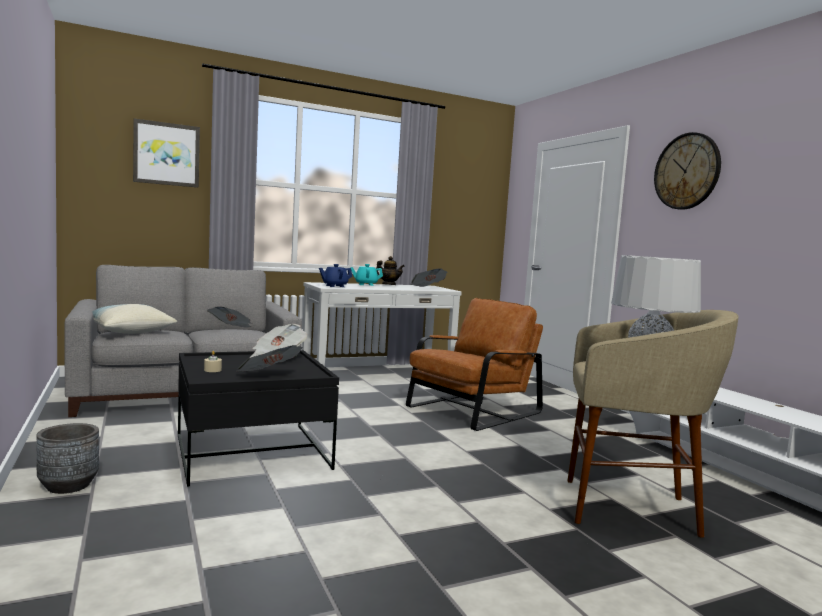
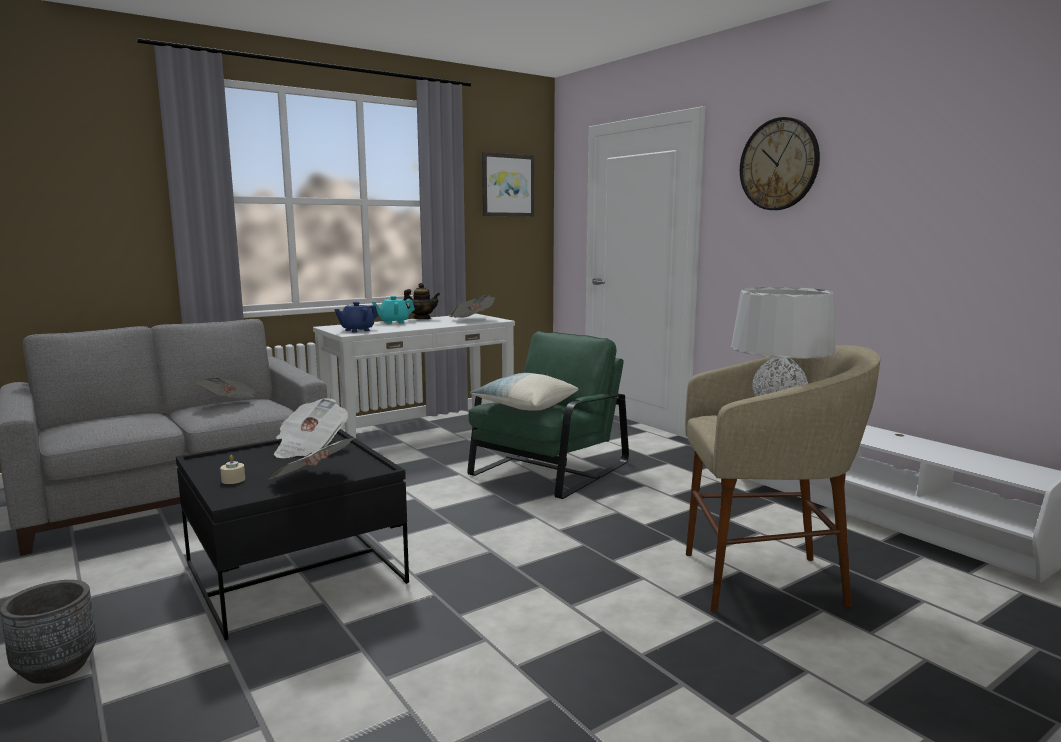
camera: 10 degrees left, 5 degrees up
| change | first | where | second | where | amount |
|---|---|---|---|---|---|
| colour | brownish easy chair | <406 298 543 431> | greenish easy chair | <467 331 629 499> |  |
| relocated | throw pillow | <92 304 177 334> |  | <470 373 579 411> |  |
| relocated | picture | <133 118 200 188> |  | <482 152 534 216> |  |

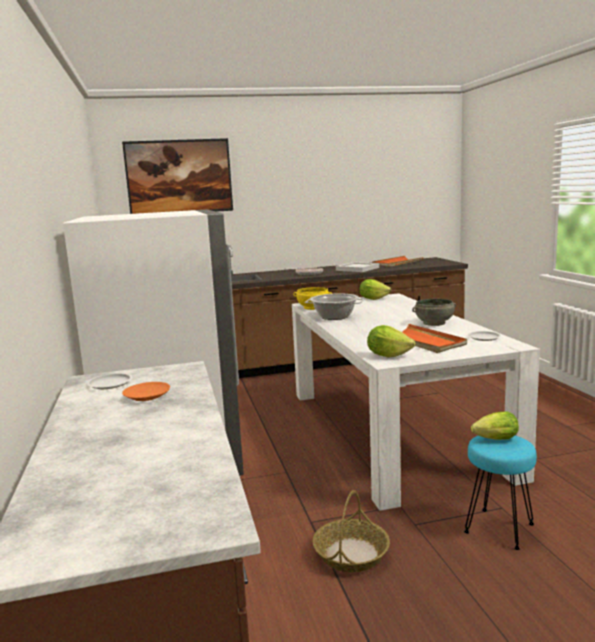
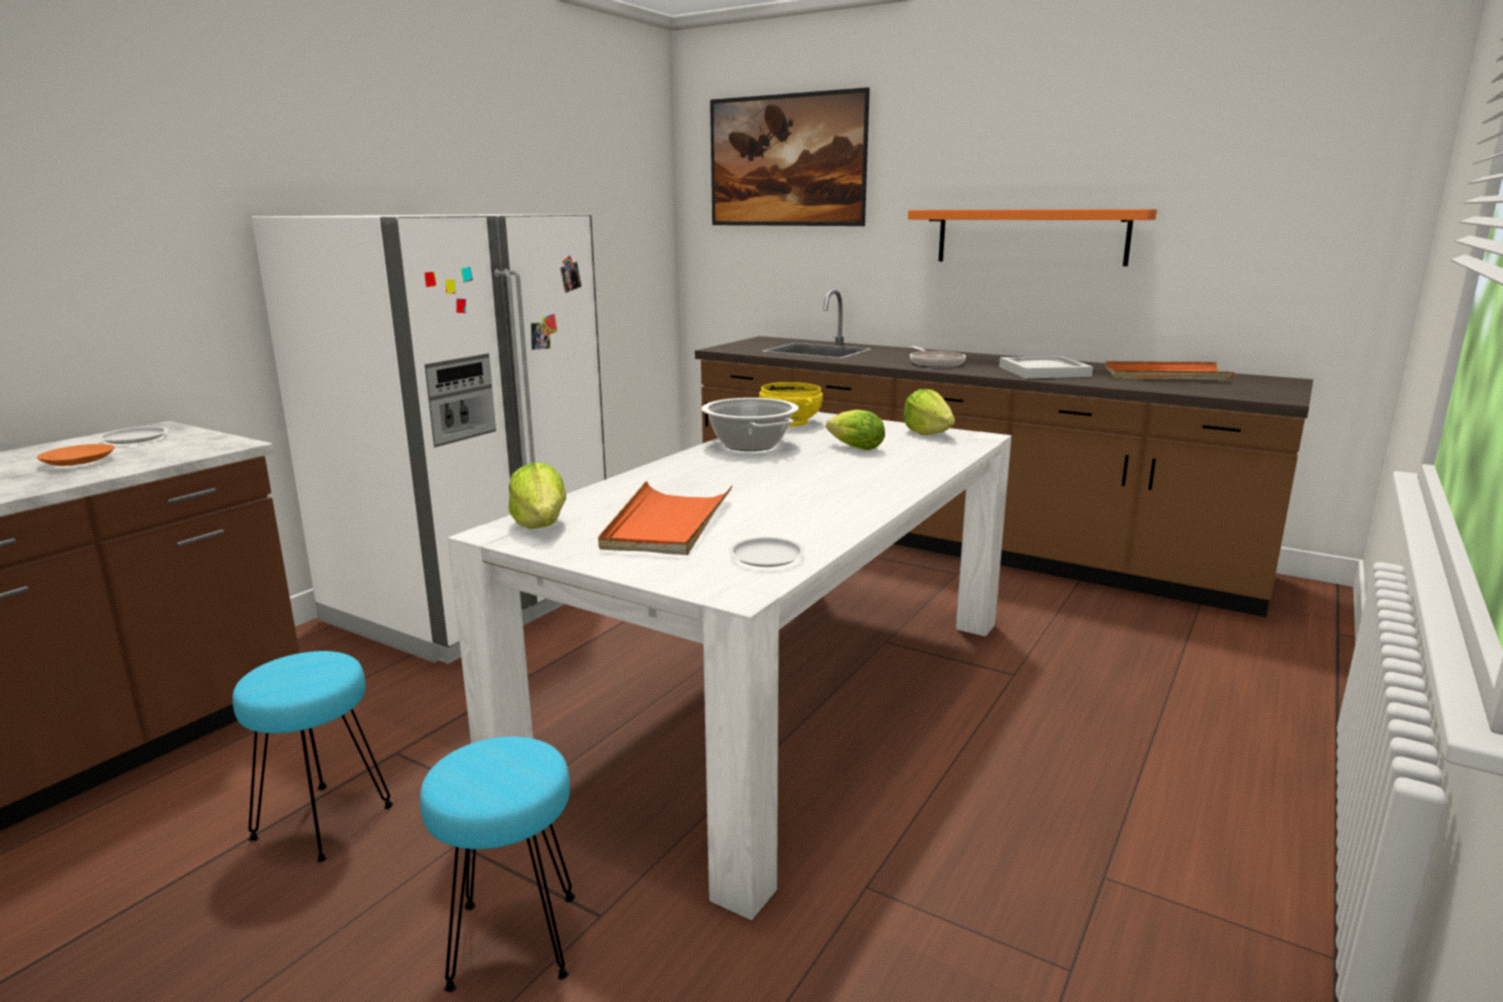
camera: 45 degrees right, 5 degrees up
| change | first | where | second | where | amount |
|---|---|---|---|---|---|
| exchanged | storage basket | <313 490 390 572> | blue-green stool | <232 651 393 862> |  |
| relocated | head of lettuce | <471 411 519 440> |  | <826 409 885 450> |  |
| appeared |  |  | orangey bracket shelf | <908 209 1157 266> |  |
| missing | gray serving bowl | <412 299 456 326> |  |  |  |

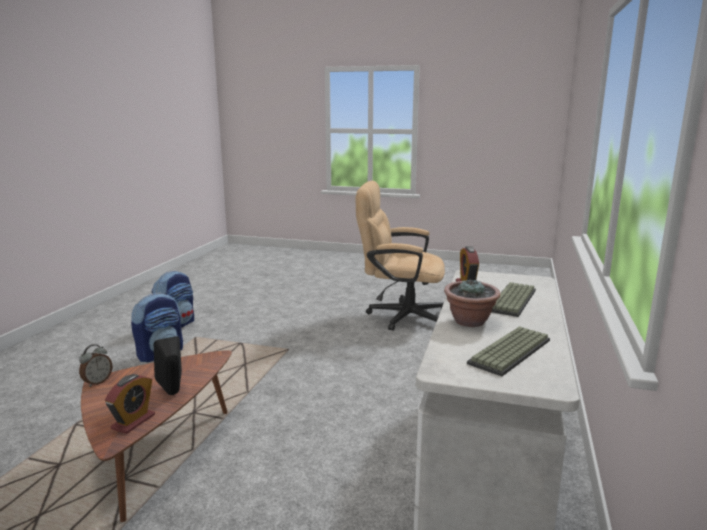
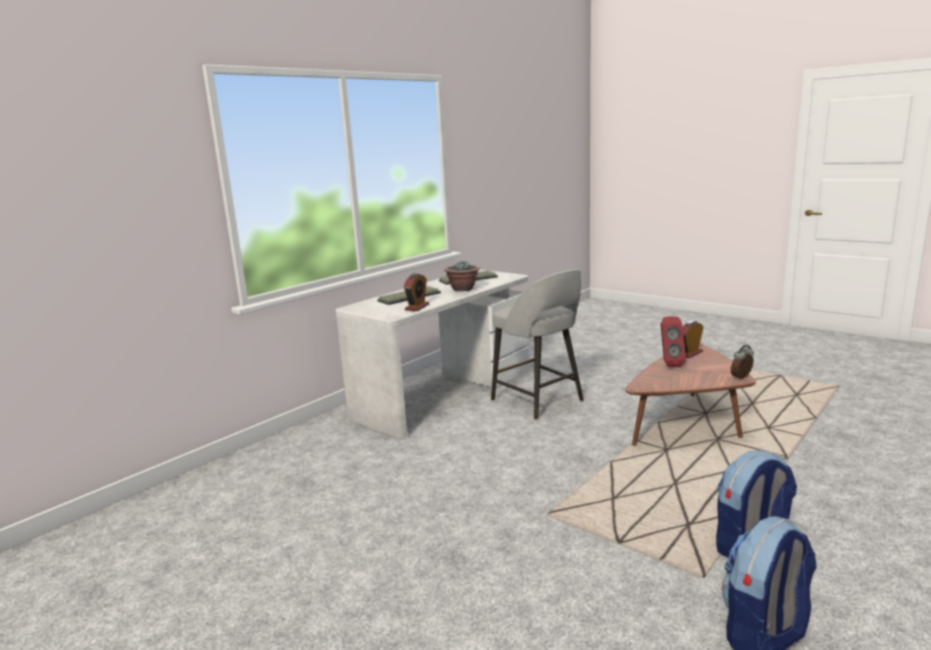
camera: 155 degrees left, 0 degrees up
| change | first | where | second | where | amount |
|---|---|---|---|---|---|
| appeared |  |  | gray stool | <491 269 584 420> |  |
| colour | blackish audio speaker | <154 336 182 395> | reddish audio speaker | <661 316 686 368> |  |
| missing | sand-coloured office chair | <356 181 445 331> |  |  |  |

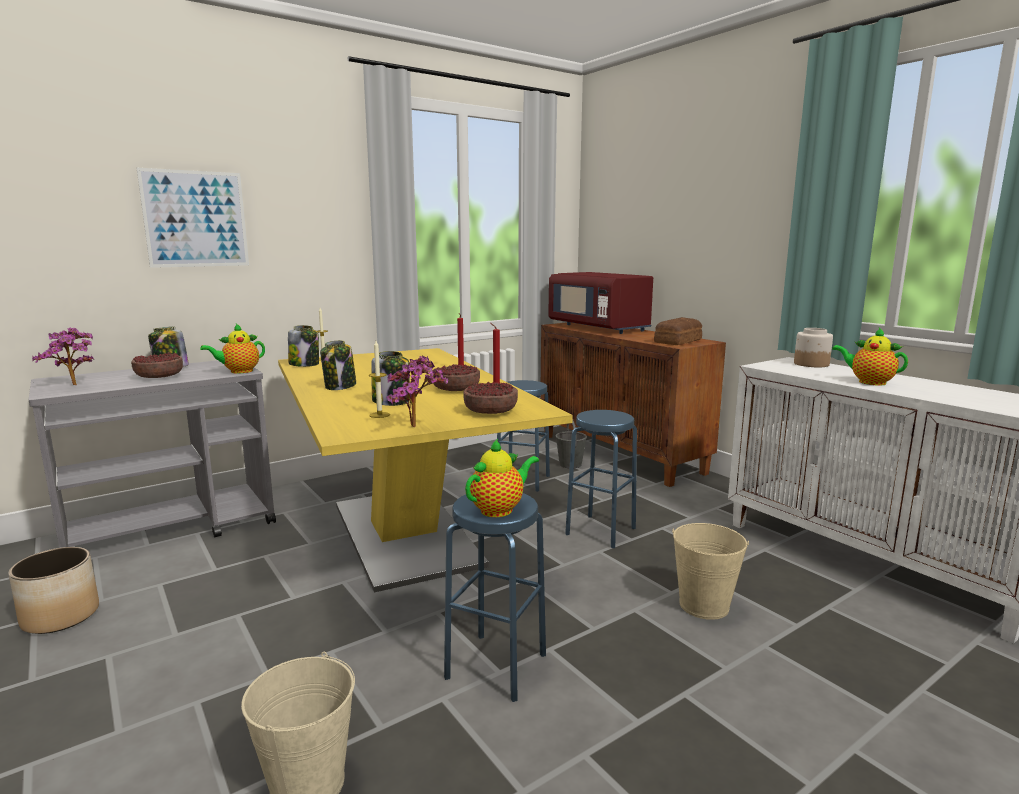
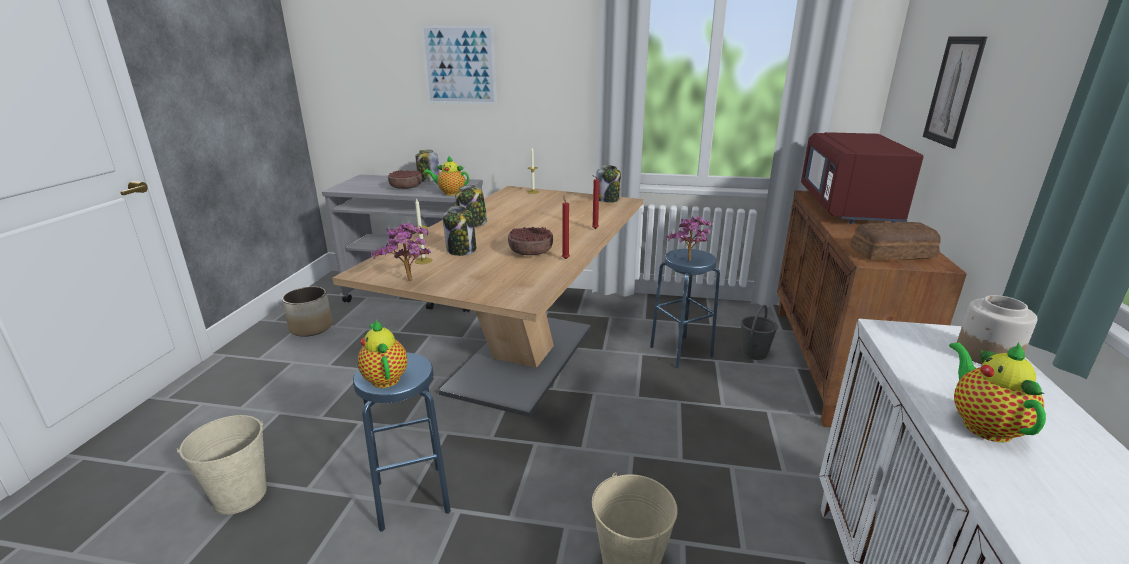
camera: 45 degrees right, 10 degrees up
| change | first | where | second | where | amount |
|---|---|---|---|---|---|
| colour | yellow-coloured kitchen table | <278 348 573 592> | brownish kitchen table | <333 186 643 417> |  |
| spun | pot for tea | <465 439 539 517> |  | <357 319 407 388> | 120 degrees counterclockwise |
| relocated | jar | <288 325 319 367> |  | <596 165 621 203> |  |
| relocated | houseplant | <32 328 95 385> |  | <666 216 712 261> |  |
| appeared |  |  | picture | <923 36 987 149> |  |
| missing | serving bowl | <463 382 518 414> |  |  |  |
| missing | blue stool | <565 410 637 548> |  |  |  |

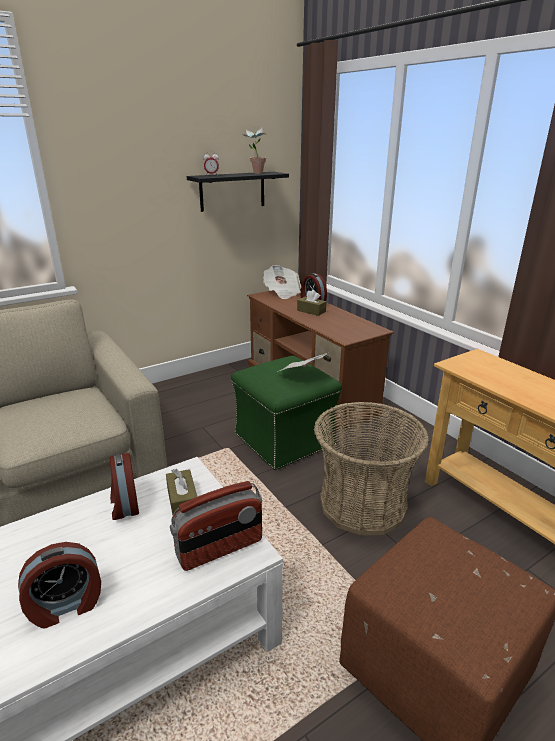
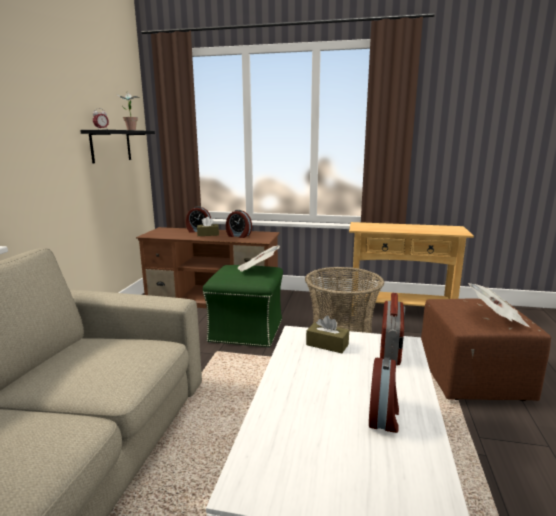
camera: 45 degrees left, 10 degrees down
| change | first | where | second | where | amount |
|---|---|---|---|---|---|
| relocated | alarm clock | <110 453 139 520> |  | <226 210 252 238> |  |
| relocated | printed paper | <263 265 301 299> |  | <468 283 530 327> |  |

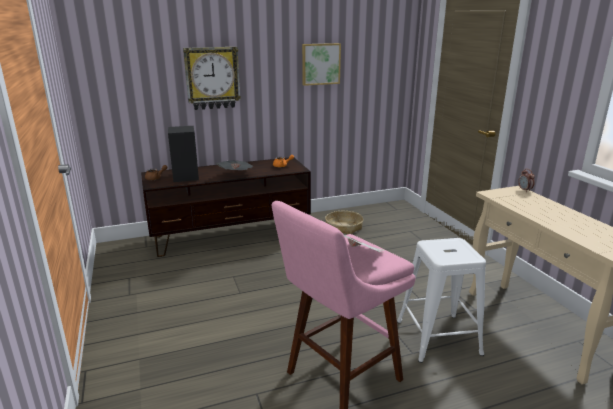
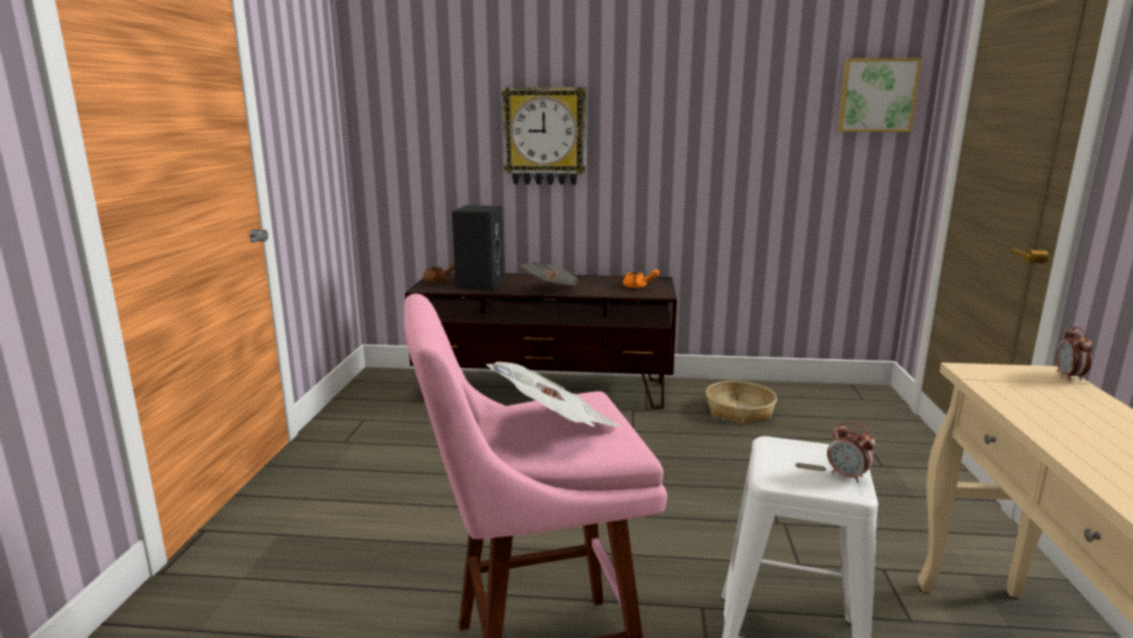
camera: 25 degrees right, 5 degrees down
| change | first | where | second | where | amount |
|---|---|---|---|---|---|
| appeared |  |  | alarm clock | <827 422 875 483> |  |
| relocated | picture | <302 43 341 86> |  | <837 58 922 132> |  |

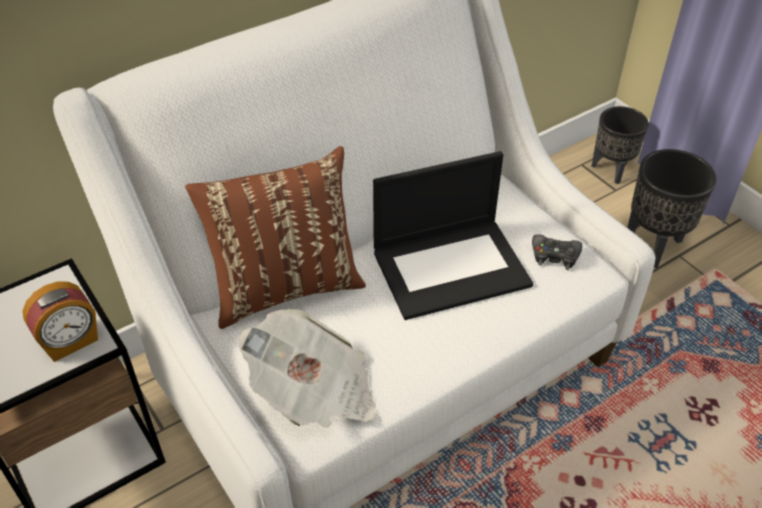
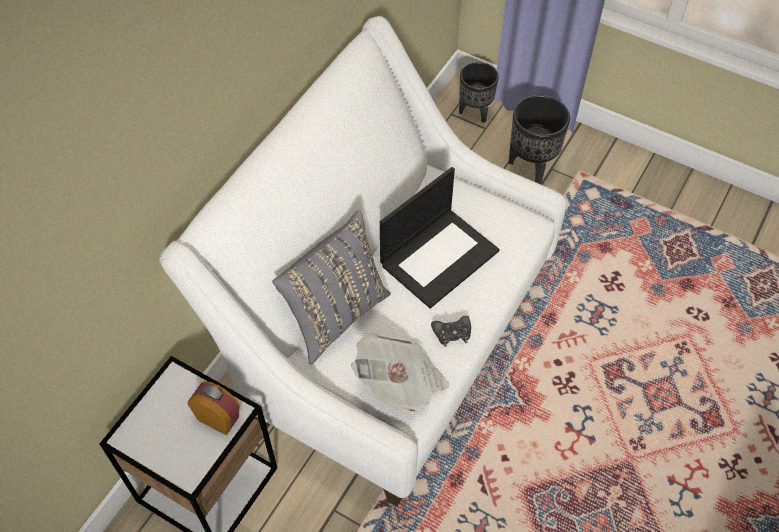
camera: 25 degrees left, 10 degrees up
| change | first | where | second | where | amount |
|---|---|---|---|---|---|
| spun | alarm clock | <22 282 98 362> |  | <188 381 240 435> | 90 degrees counterclockwise |
| colour | brownish throw pillow | <185 146 366 329> | gray throw pillow | <272 210 391 365> |  |
| relocated | blackish game controller | <532 234 582 270> |  | <431 316 471 347> |  |

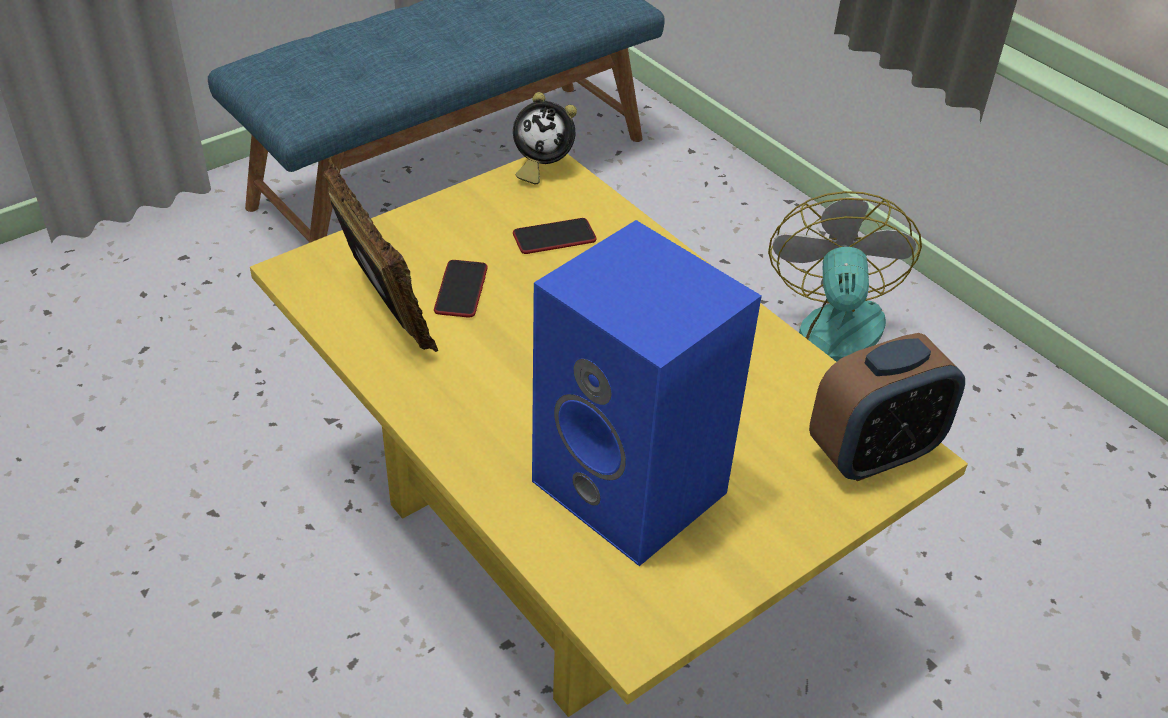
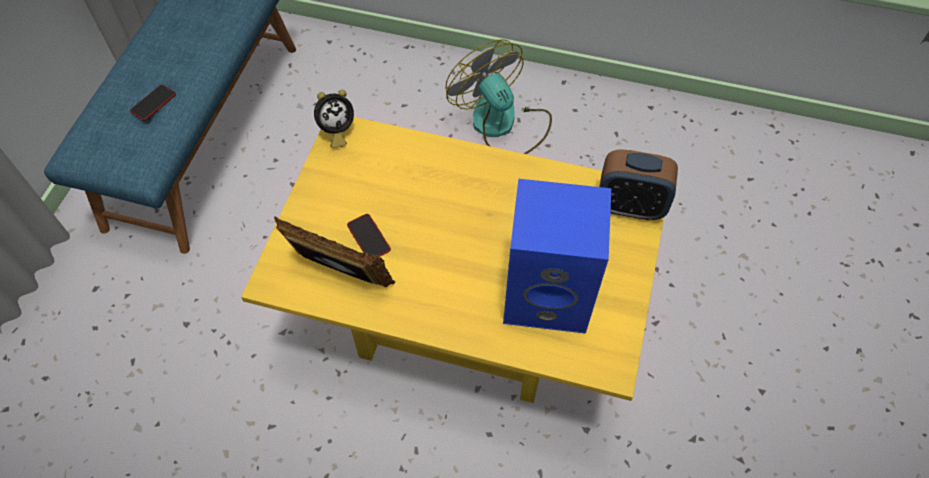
camera: 35 degrees left, 15 degrees up
| change | first | where | second | where | amount |
|---|---|---|---|---|---|
| relocated | phone | <513 218 597 254> |  | <130 85 176 121> |  |
| spun | alarm clock | <809 333 965 481> |  | <600 149 678 220> | 75 degrees clockwise |

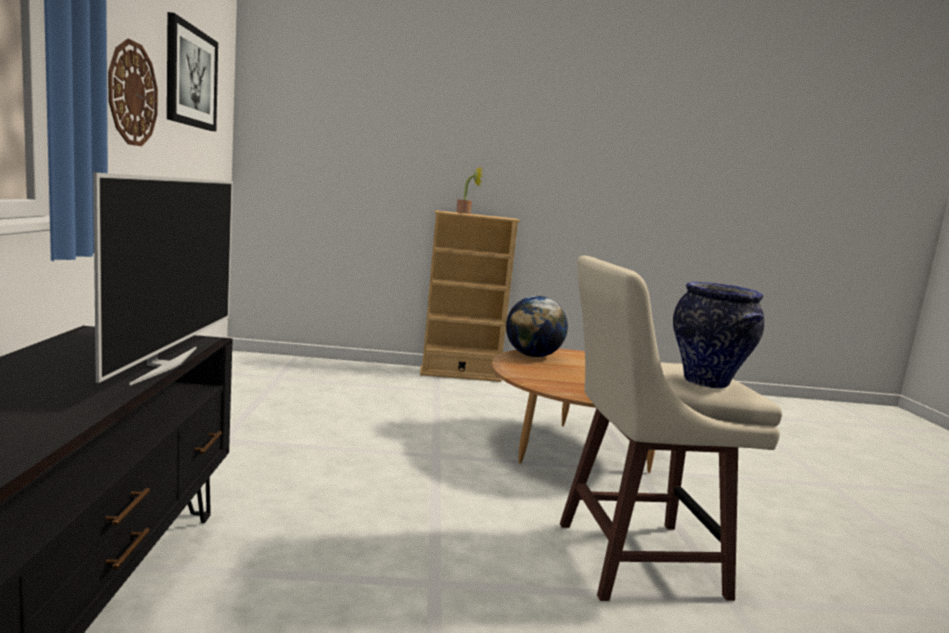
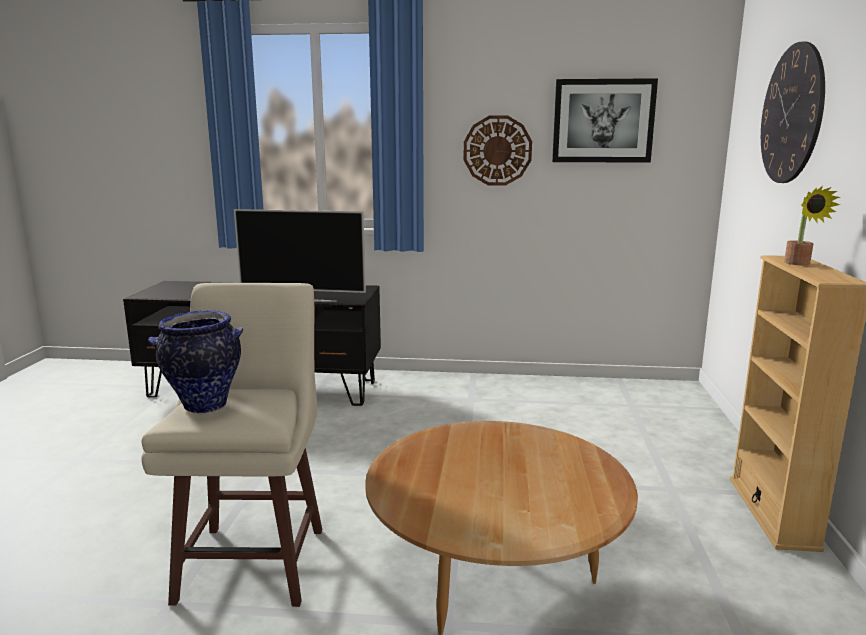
camera: 100 degrees right, 5 degrees up
| change | first | where | second | where | amount |
|---|---|---|---|---|---|
| appeared |  |  | clock on the wall | <761 42 825 183> |  |
| missing | globe | <506 296 568 357> |  |  |  |

